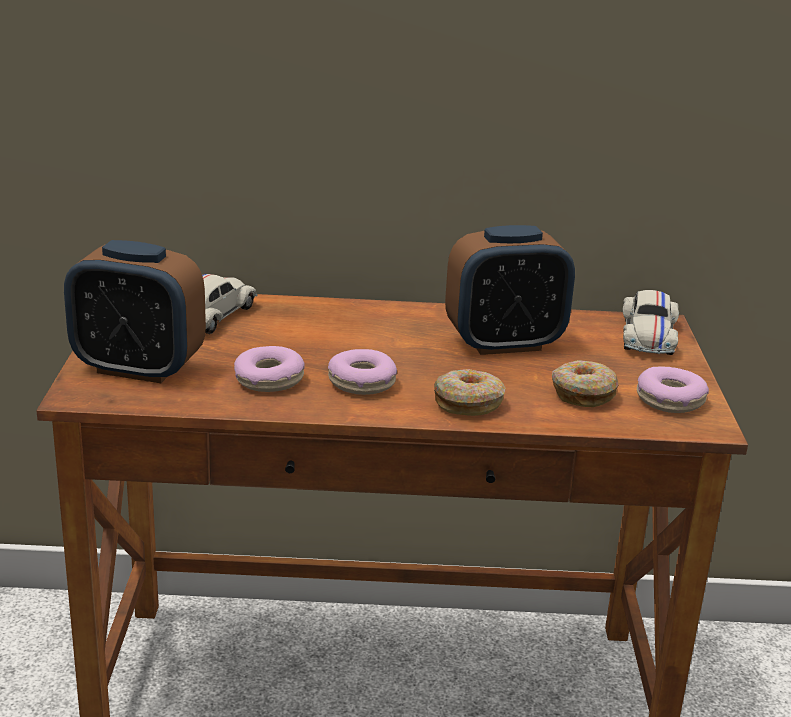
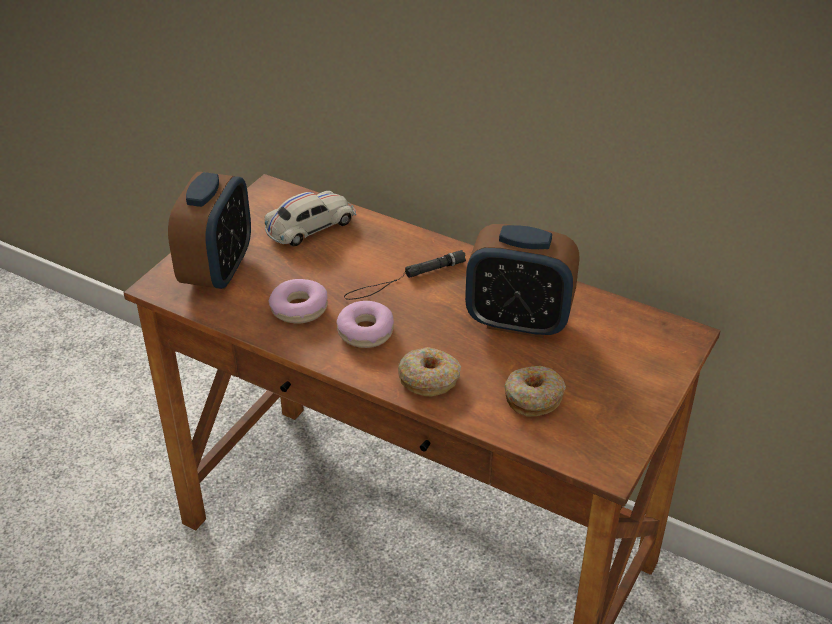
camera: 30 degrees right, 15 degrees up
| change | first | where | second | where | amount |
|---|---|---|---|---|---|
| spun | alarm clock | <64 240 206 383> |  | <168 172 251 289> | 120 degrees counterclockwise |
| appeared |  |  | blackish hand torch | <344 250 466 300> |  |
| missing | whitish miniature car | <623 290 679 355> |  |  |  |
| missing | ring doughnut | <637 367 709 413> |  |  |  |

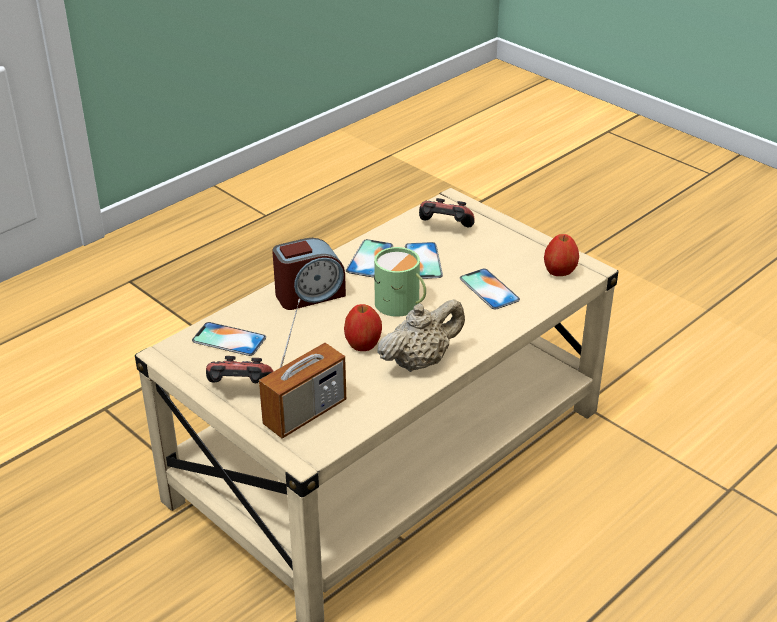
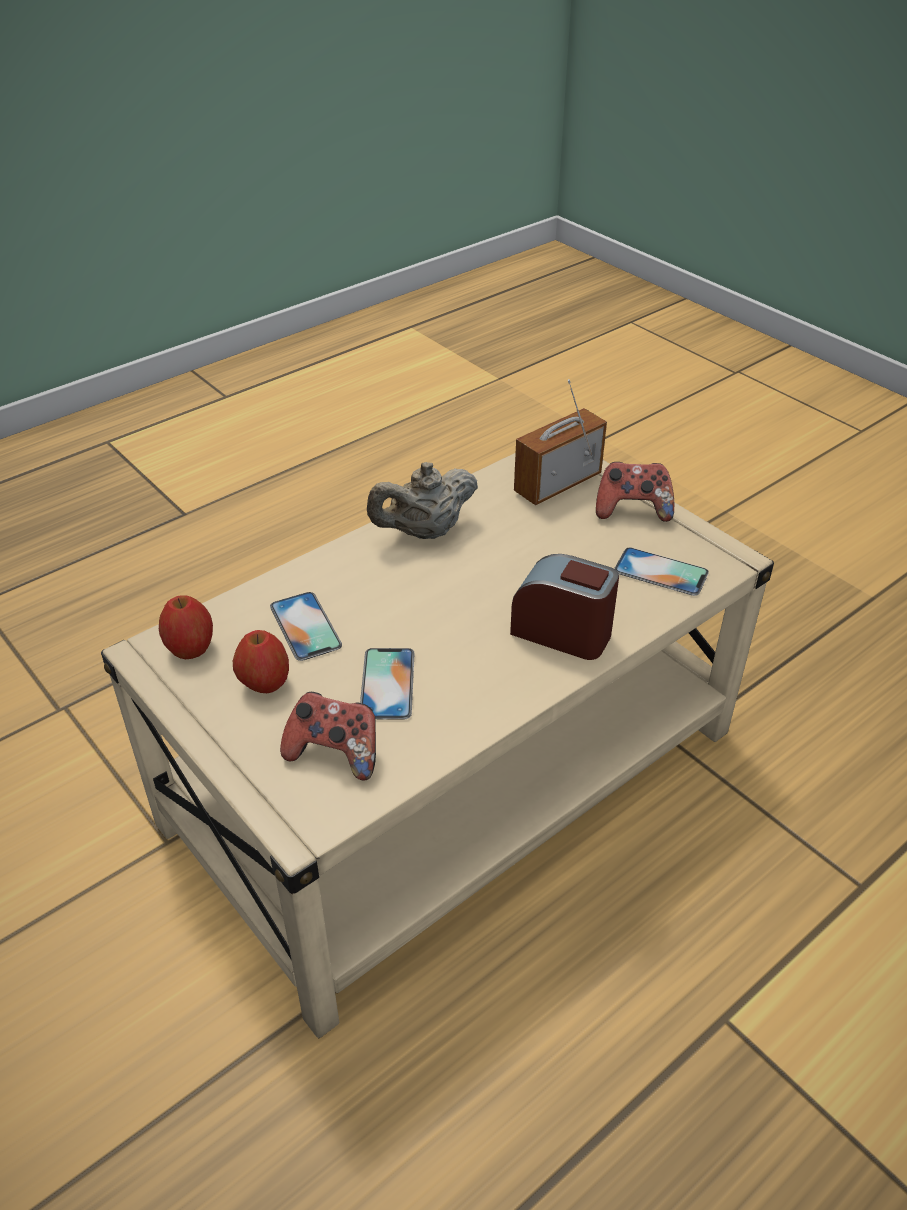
camera: 175 degrees left, 5 degrees up
| change | first | where | second | where | amount |
|---|---|---|---|---|---|
| relocated | whole apple | <344 304 382 351> |  | <233 630 289 693> |  |
| spun | alarm clock | <272 238 346 310> |  | <510 554 619 660> | 45 degrees clockwise |
| missing | phone | <346 239 393 277> |  |  |  |
| missing | greenish tea mug | <374 247 426 317> |  |  |  |

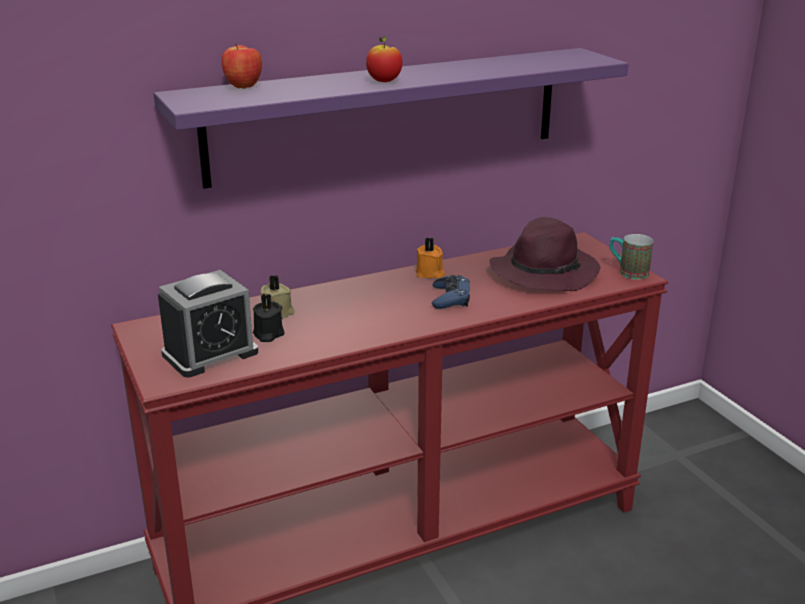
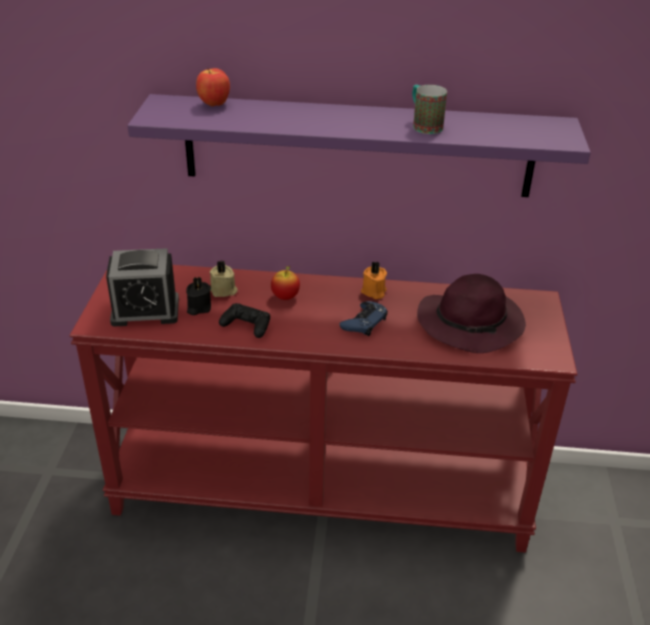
camera: 30 degrees right, 10 degrees up
| change | first | where | second | where | amount |
|---|---|---|---|---|---|
| appeared |  |  | blackish game controller | <219 303 270 338> |  |
| relocated | whole apple | <366 36 403 82> |  | <271 266 300 300> |  |
| relocated | tea mug | <610 234 653 280> |  | <412 85 447 134> |  |

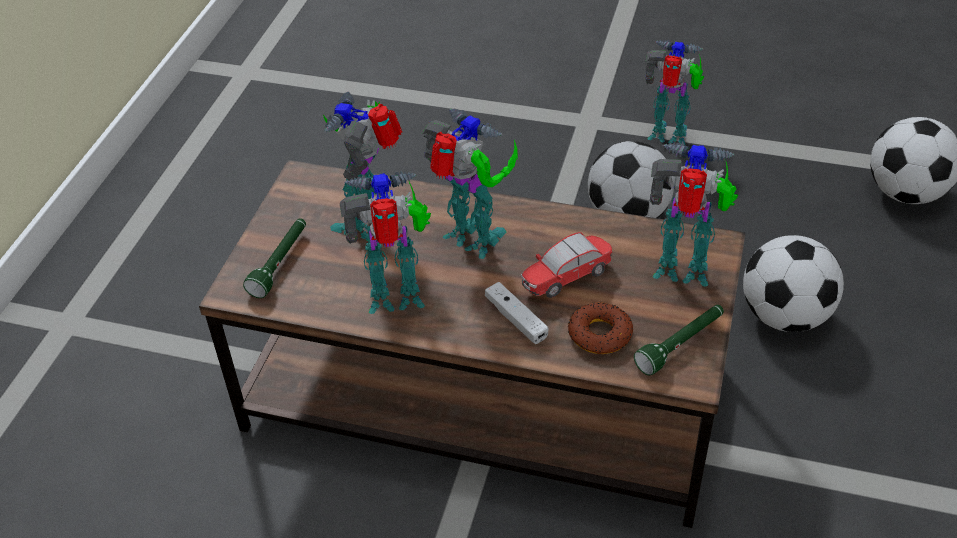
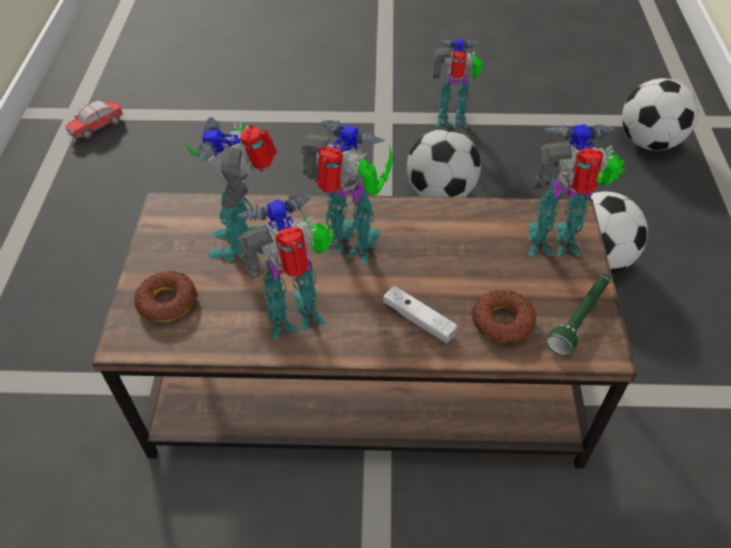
camera: 15 degrees left, 5 degrees up
| change | first | where | second | where | amount |
|---|---|---|---|---|---|
| relocated | miniature car | <521 232 613 298> |  | <65 100 123 139> |  |
| exchanged | greenish hand torch | <243 218 306 298> | ring doughnut | <134 271 198 322> |  |

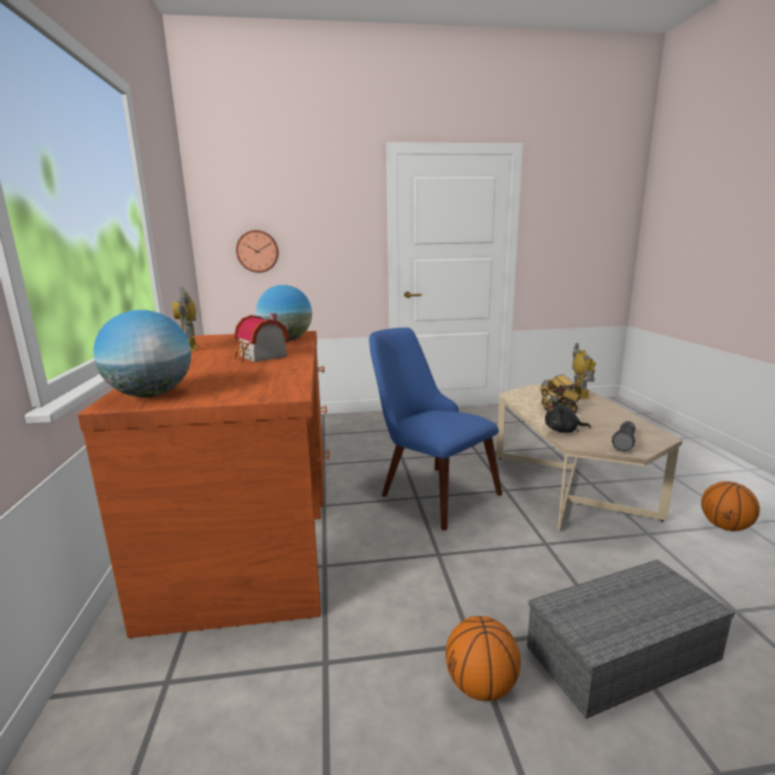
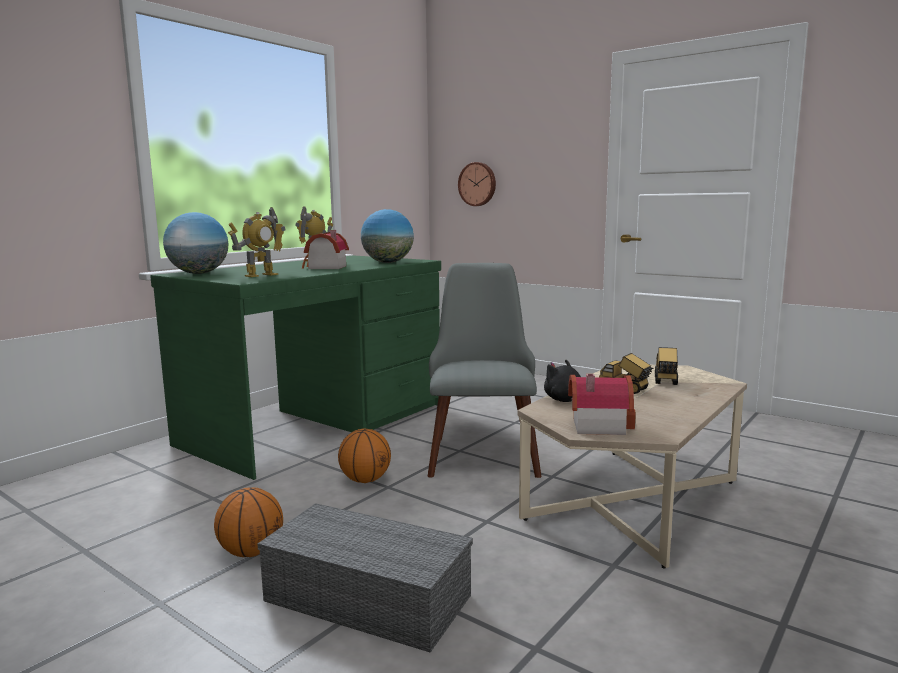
camera: 45 degrees right, 5 degrees down
| change | first | where | second | where | amount |
|---|---|---|---|---|---|
| colour | brownish desk | <78 331 330 638> | greenish desk | <150 255 441 480> |  |
| relocated | toy robot | <572 343 596 399> |  | <228 207 285 277> |  |
| relocated | ball for basketball | <701 481 760 531> |  | <338 428 391 483> |  |
| colour | blue plain chair | <369 327 502 530> | gray plain chair | <428 263 541 478> |  |
| exchanged | hand torch | <612 421 636 452> | miniature house | <568 374 636 435> |  |

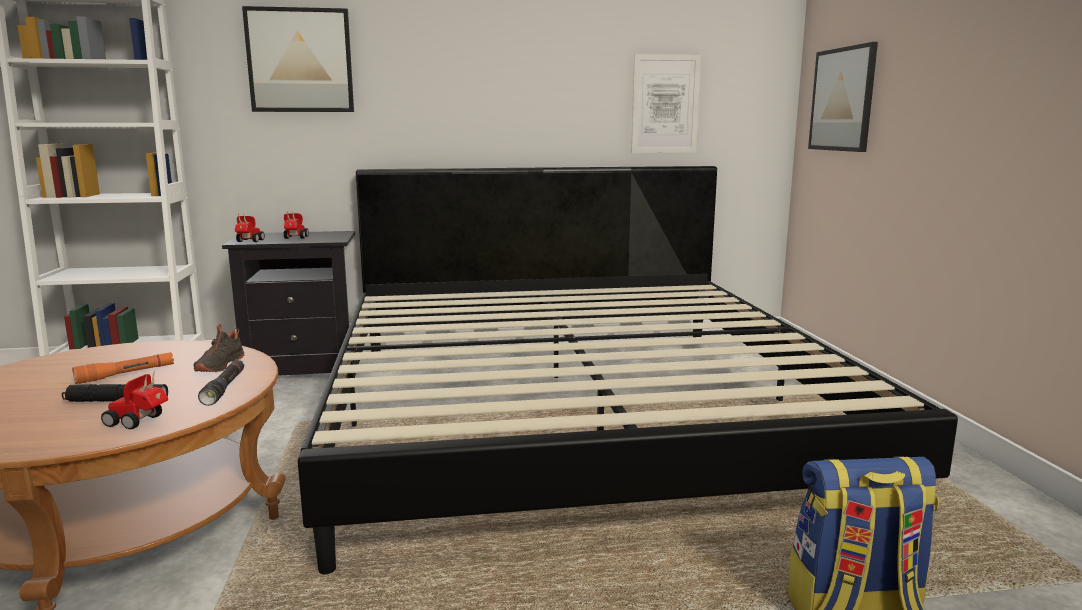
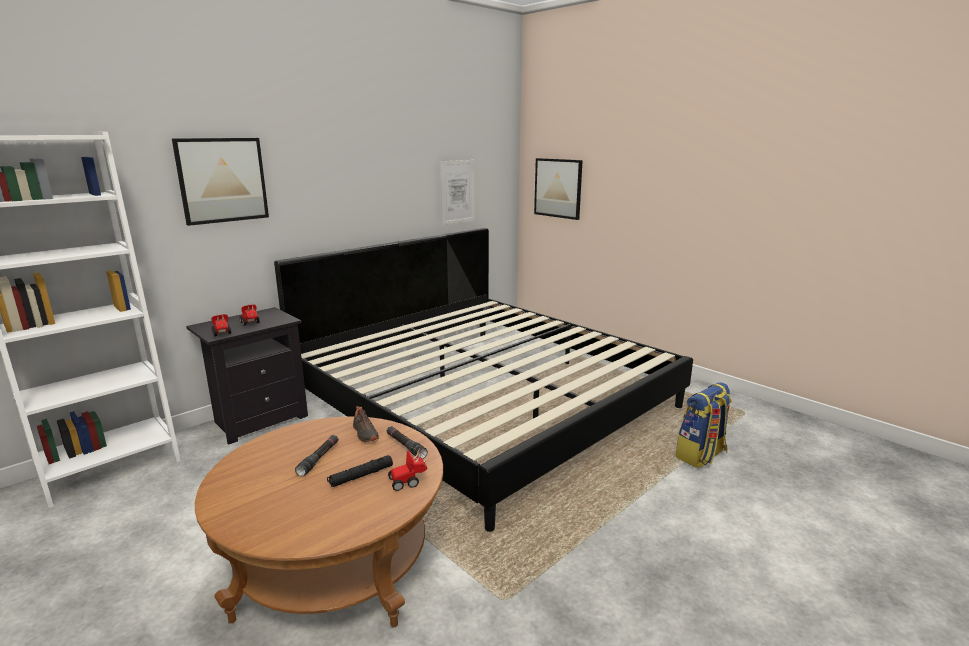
camera: 35 degrees left, 5 degrees up
| change | first | where | second | where | amount |
|---|---|---|---|---|---|
| colour | orangey hand torch | <72 352 174 384> | blackish hand torch | <295 435 338 476> |  |

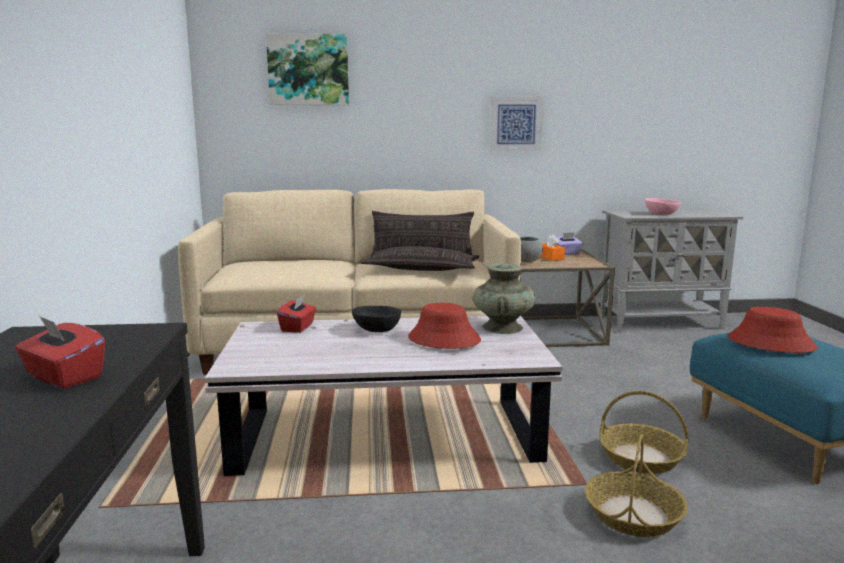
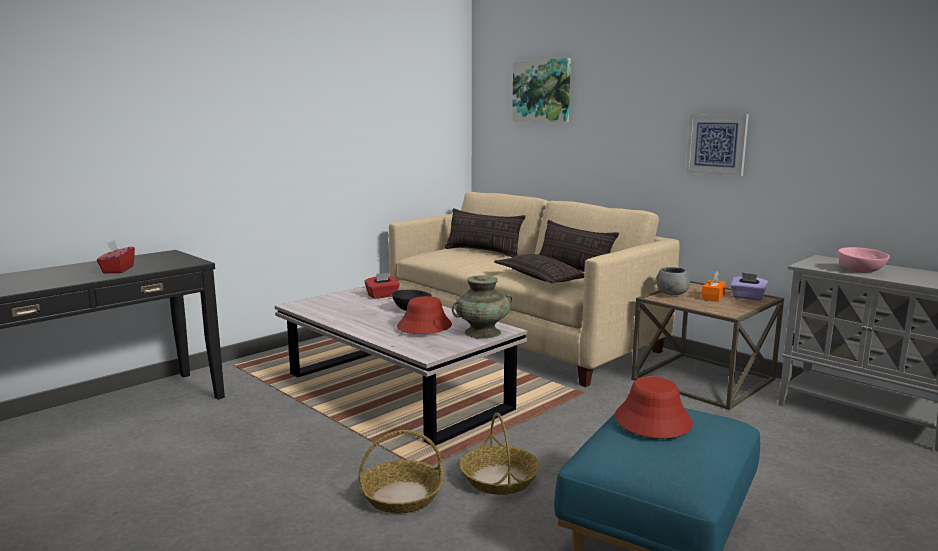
camera: 50 degrees right, 0 degrees up
| change | first | where | second | where | amount |
|---|---|---|---|---|---|
| appeared |  |  | throw pillow | <444 208 525 257> |  |

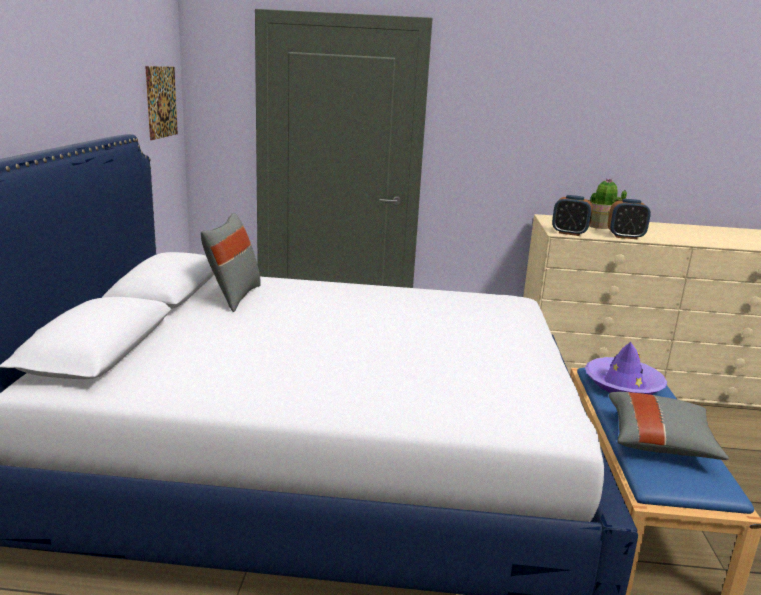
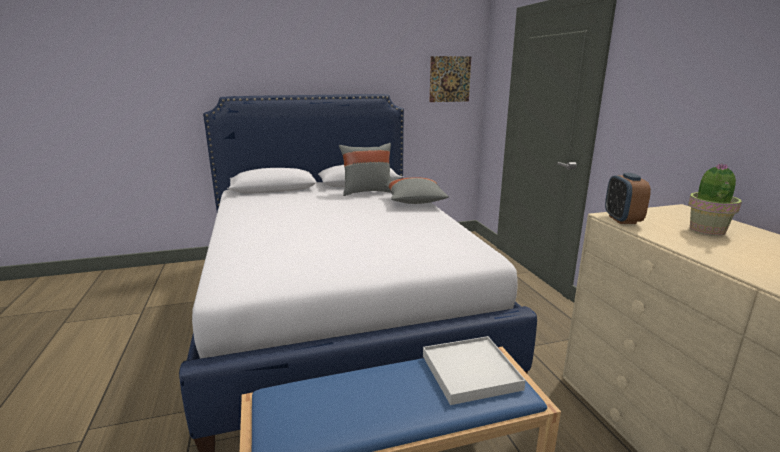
camera: 70 degrees right, 0 degrees up
| change | first | where | second | where | amount |
|---|---|---|---|---|---|
| relocated | gray throw pillow | <609 392 729 460> |  | <384 177 449 204> |  |
| exchanged | purple-coloured clothing hat | <585 342 667 395> | whitish carrying tray | <423 336 526 405> |  |
| missing | alarm clock | <608 199 651 239> |  |  |  |

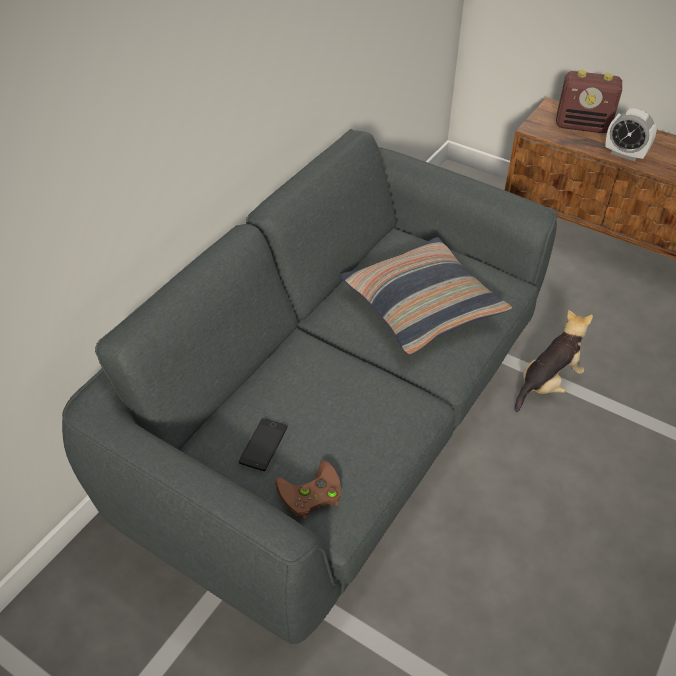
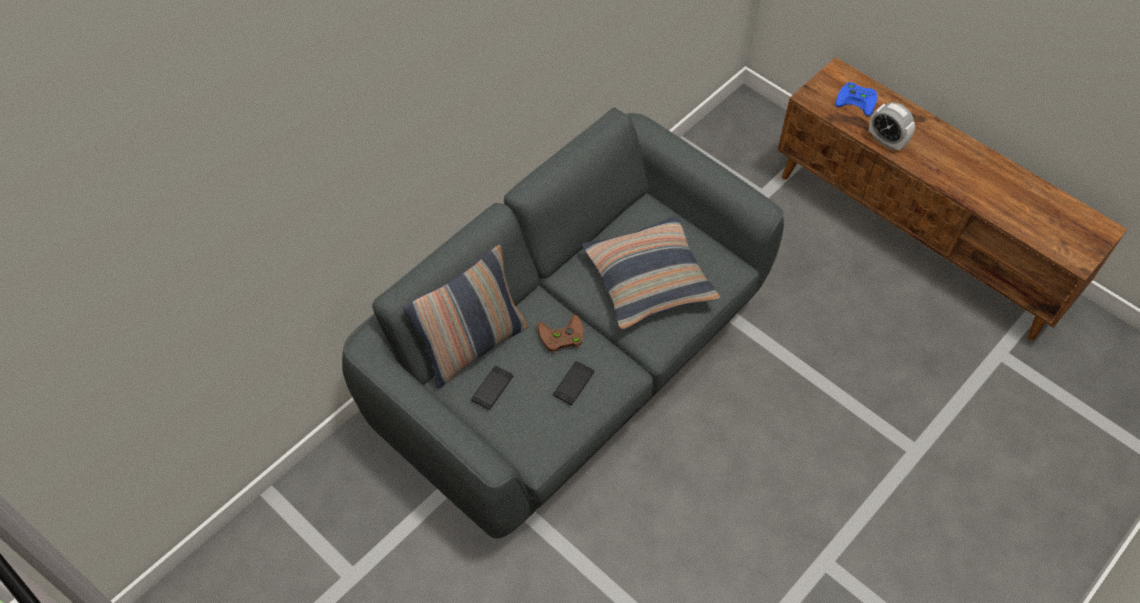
camera: 10 degrees right, 10 degrees up
| change | first | where | second | where | amount |
|---|---|---|---|---|---|
| appeared |  |  | throw pillow | <403 245 528 389> |  |
| relocated | brownish game controller | <275 461 341 519> |  | <537 314 583 354> |  |
| appeared |  |  | phone | <553 361 594 405> |  |
| exchanged | radio | <556 70 622 133> | blue game controller | <835 82 877 117> |  |
| missing | cuddly toy | <515 310 593 412> |  |  |  |

